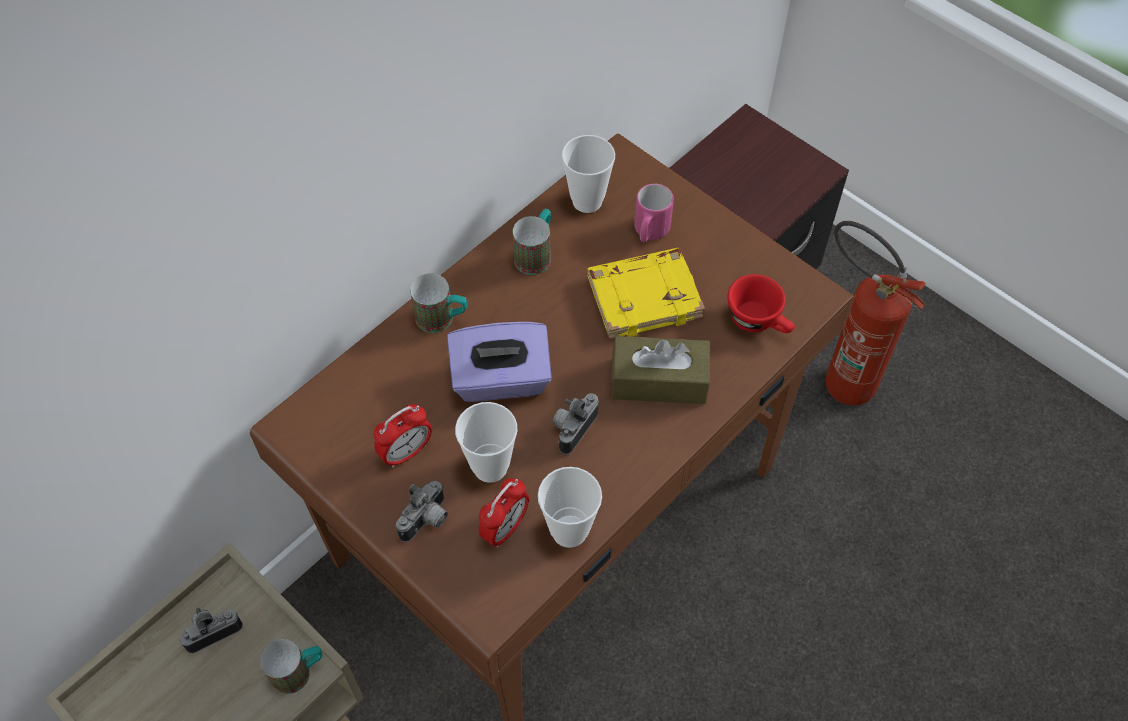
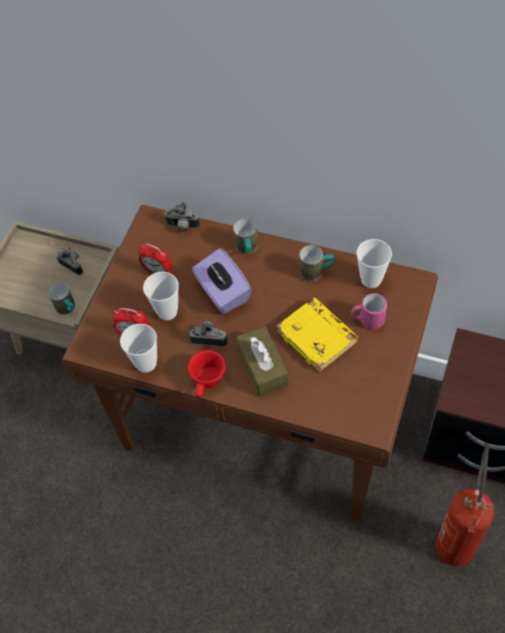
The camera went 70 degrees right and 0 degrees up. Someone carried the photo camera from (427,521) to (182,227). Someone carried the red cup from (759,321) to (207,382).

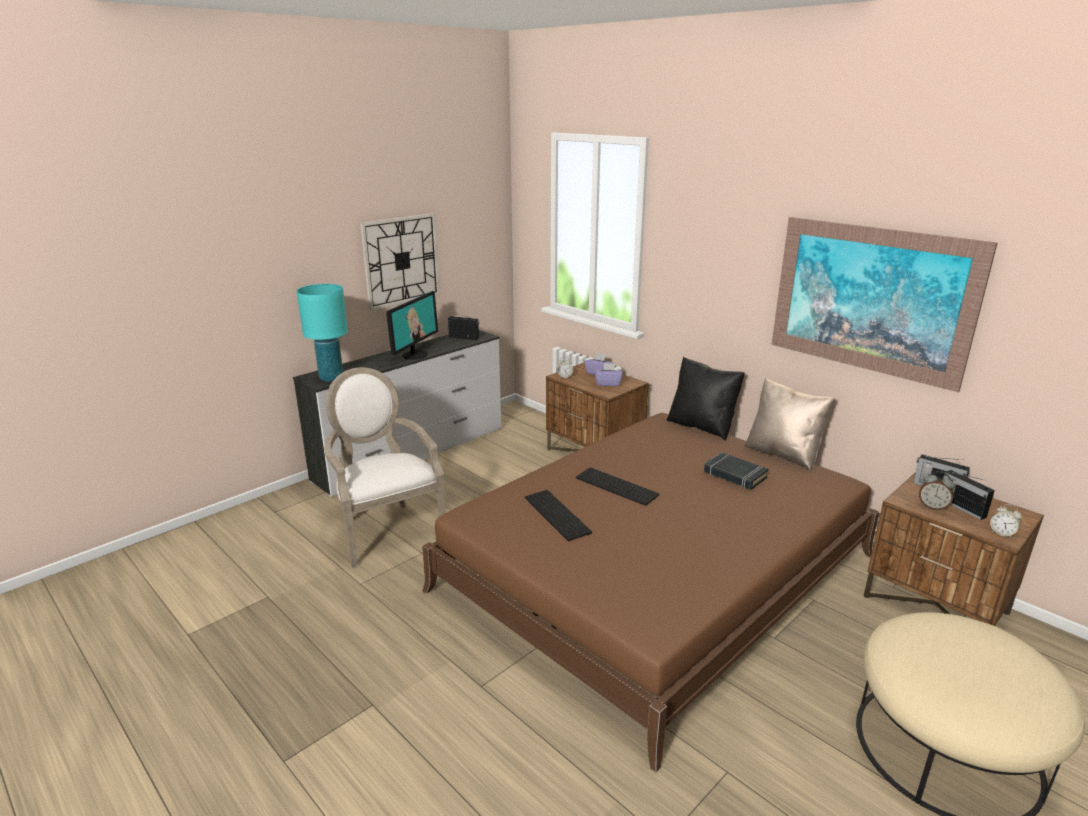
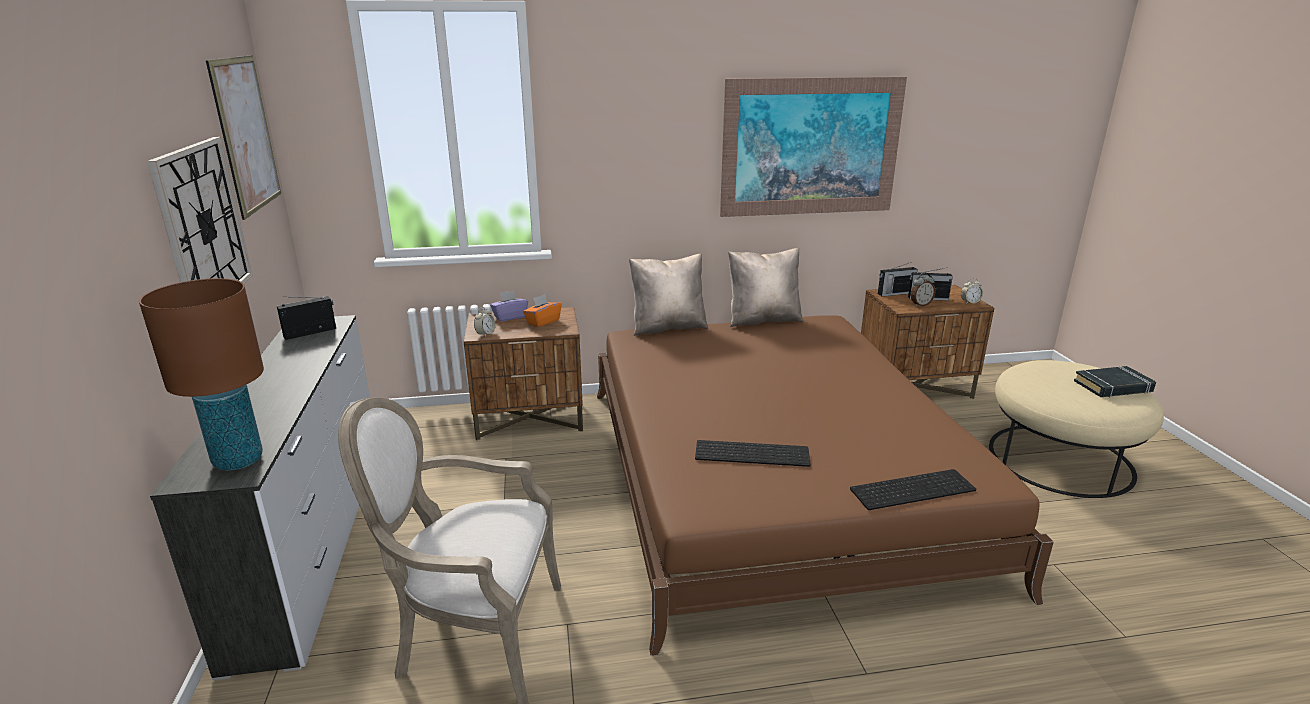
The camera went 55 degrees left and 0 degrees up. Someone repainted the turquoise table lamp at (331,378), which became the brown table lamp at (238,460). Someone put up the picture at (246,134). Someone repainted the purple tissue box at (608,383), which became the orange tissue box at (543,321). Someone repainted the black pillow at (701,426), which became the beige pillow at (667,327). Someone carried the keyboard from (618,486) to (912,488). Someone carried the black book from (734,475) to (1113,387). Someone took away the monitor at (414,354).

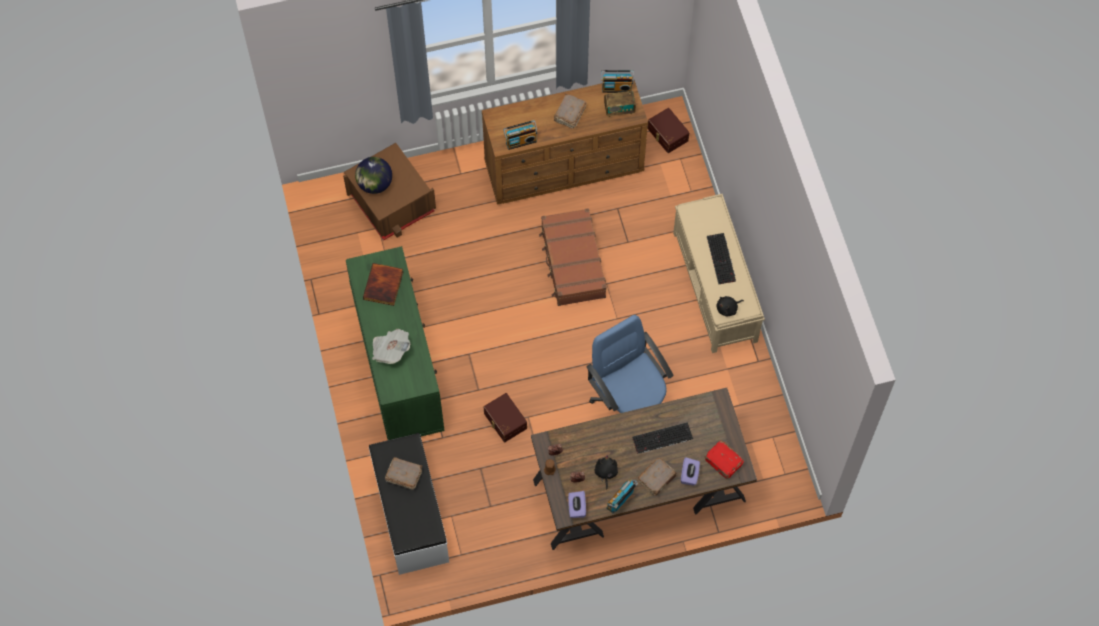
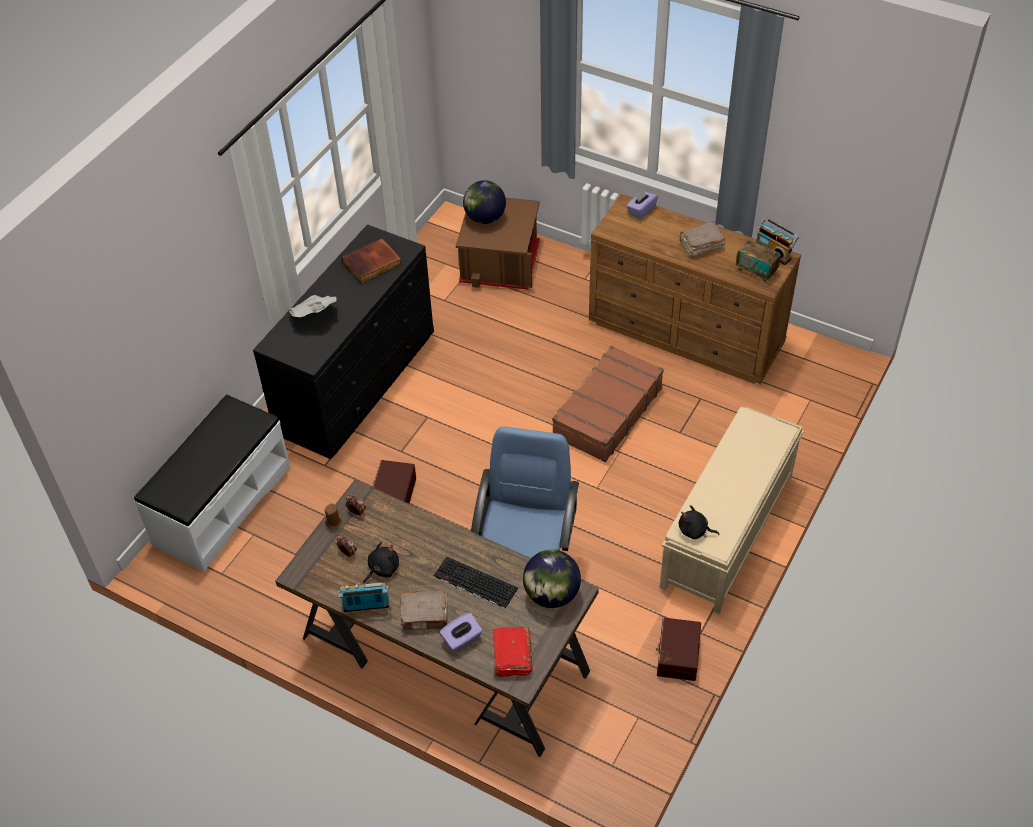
The camera went 45 degrees right and 15 degrees down. Someone repainted the green dresser at (399,366), which became the black dresser at (357,383). Someone put down the globe at (551,594). Someone carried the purple tissue box from (577,508) to (641,211). Someone carried the brown storage box from (667,135) to (676,655). Someone took away the brown book at (403,475). Someone took away the radio at (520,141). Someone took away the keyboard at (722,259).

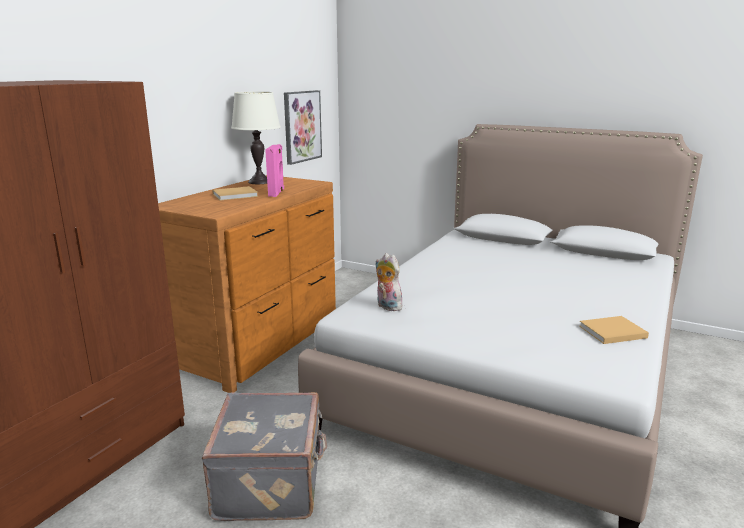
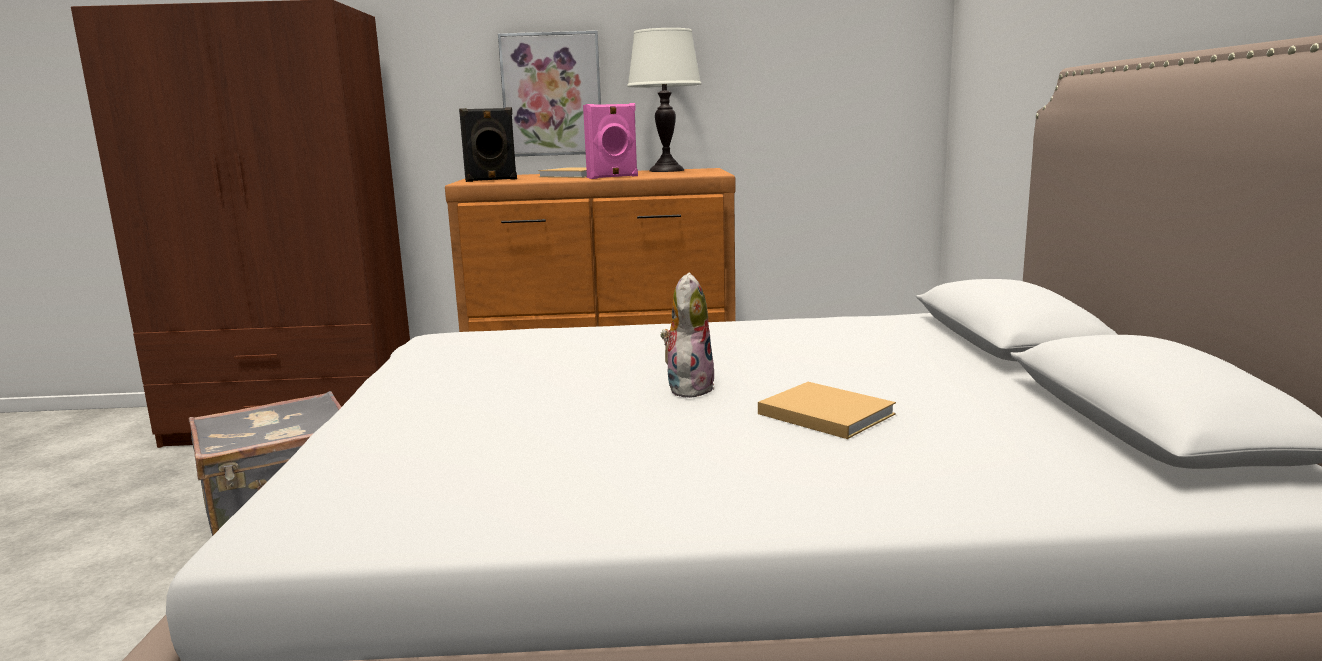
The camera went 60 degrees right and 5 degrees down. Someone put down the black speaker at (491,180). Someone carried the picture from (302,126) to (552,94). Someone carried the plush toy from (387,306) to (688,387). Someone carried the beige book from (611,332) to (822,413).

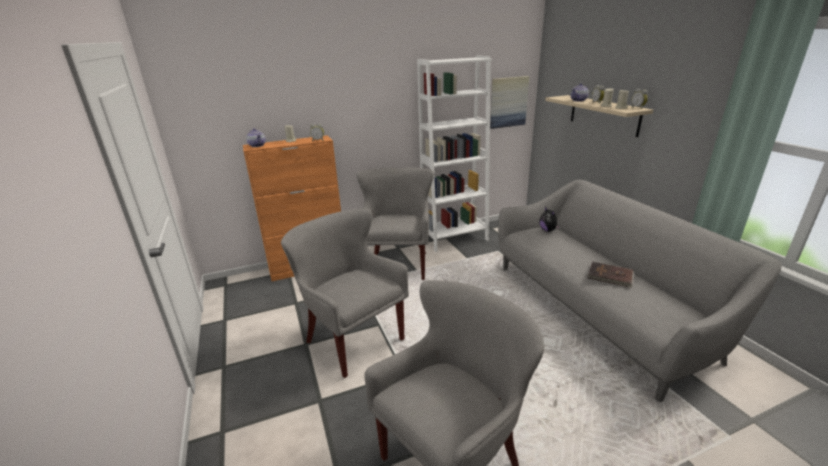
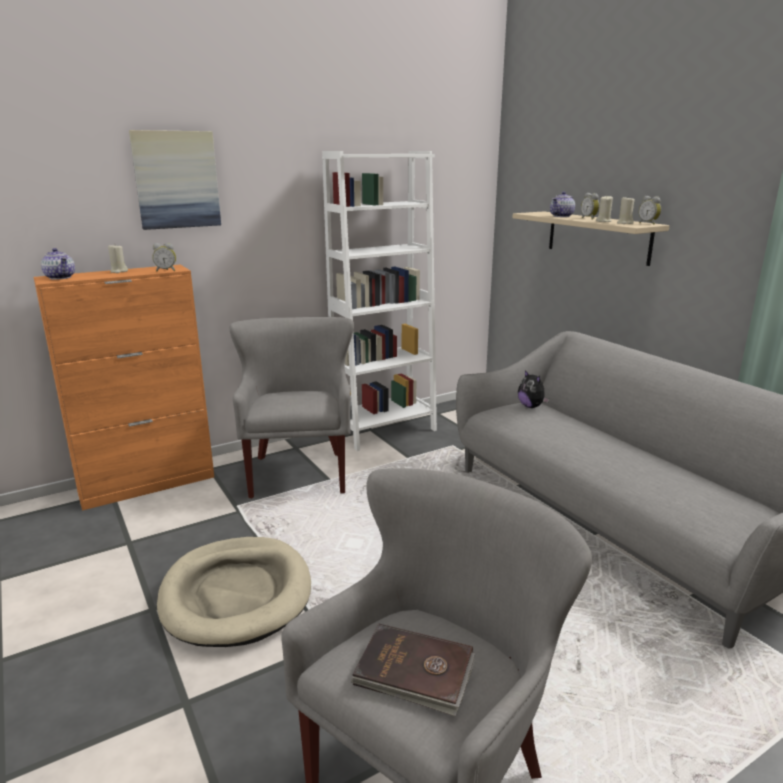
The camera went 10 degrees left and 5 degrees down. Someone carried the picture from (508,102) to (176,180). Someone swapped the grey armchair at (353,339) for the beige dog bed at (236,594). Someone carried the brown book from (610,276) to (414,672).

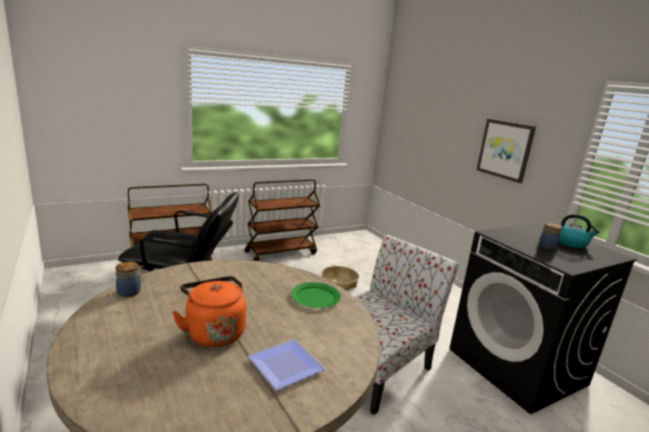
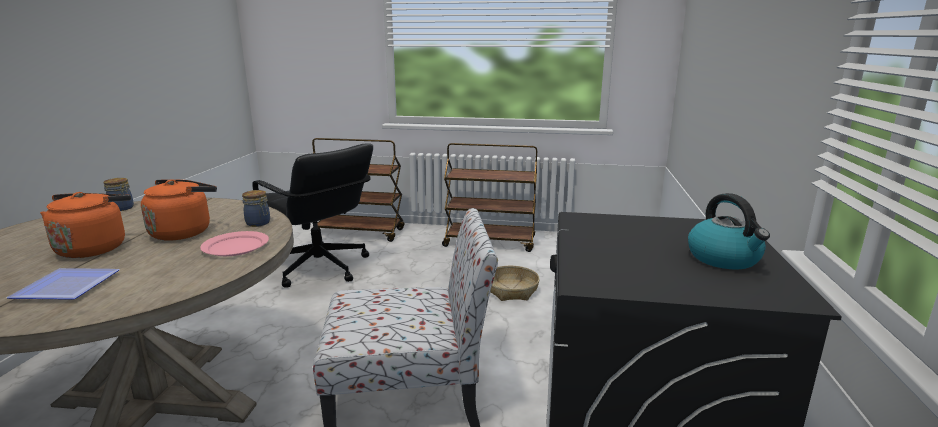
The camera went 40 degrees right and 0 degrees up. Someone put down the orange kettle at (184,232). Someone repainted the green plate at (315,297), which became the pink plate at (235,246). Someone carried the jar from (548,246) to (259,223). Someone took away the picture at (505,149).

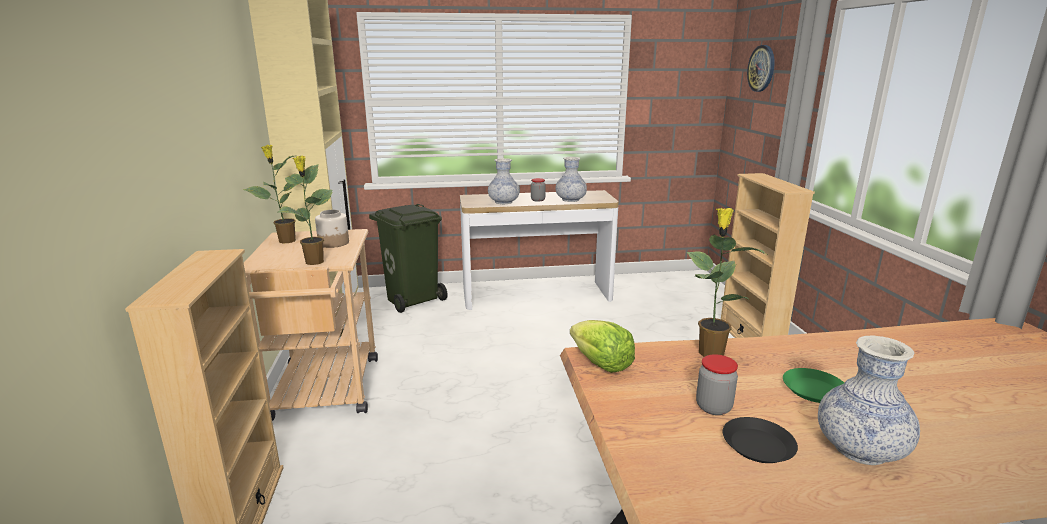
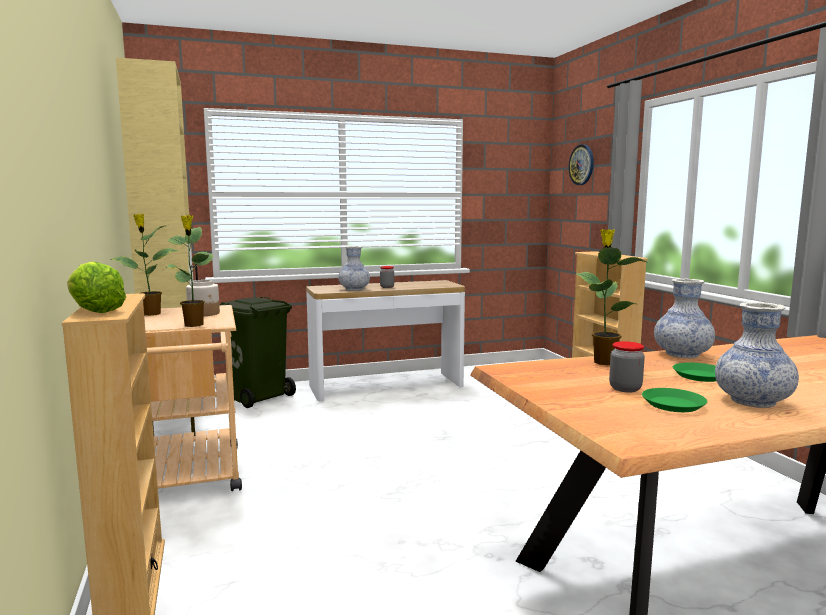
The camera went 10 degrees left and 10 degrees down. Someone carried the lettuce from (600,364) to (94,311). Someone repainted the black plate at (758,445), which became the green plate at (673,404). Someone carried the vase from (570,200) to (682,354).

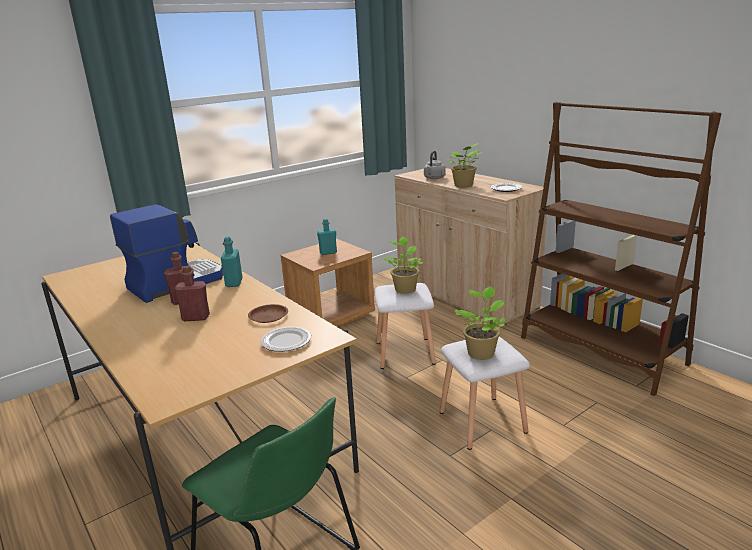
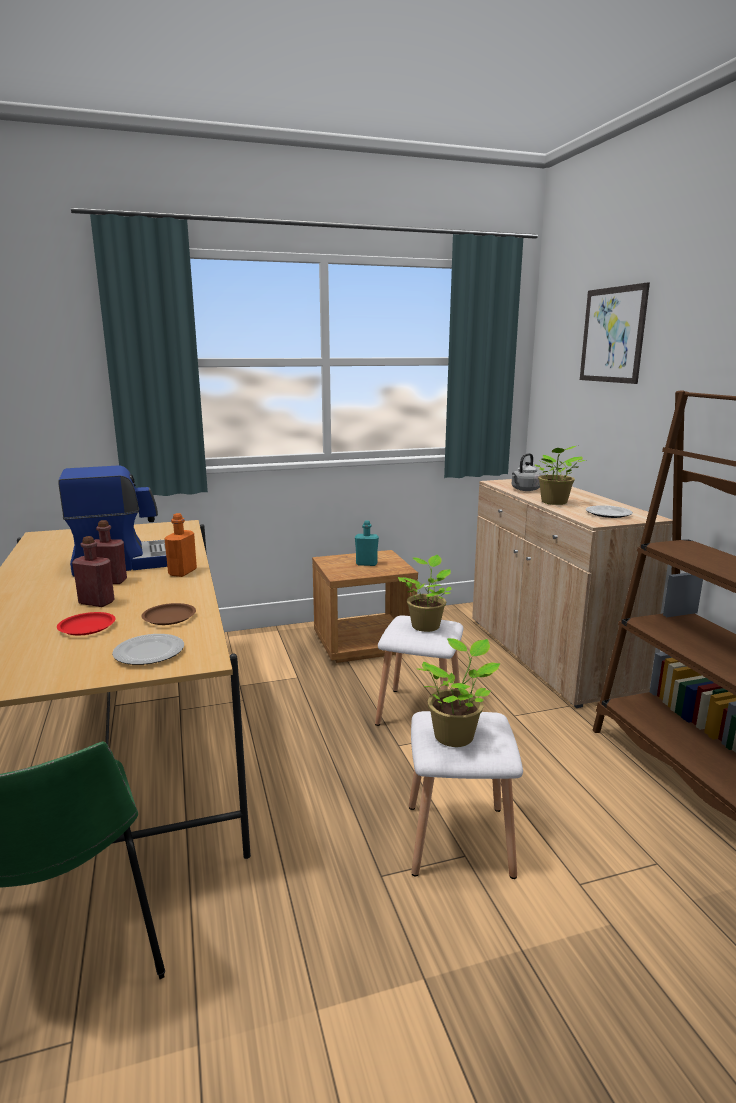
The camera went 20 degrees right and 5 degrees down. Someone put down the red plate at (87,627). Someone repainted the turquoise bottle at (234,283), which became the orange bottle at (182,572). Someone put up the picture at (612,335).

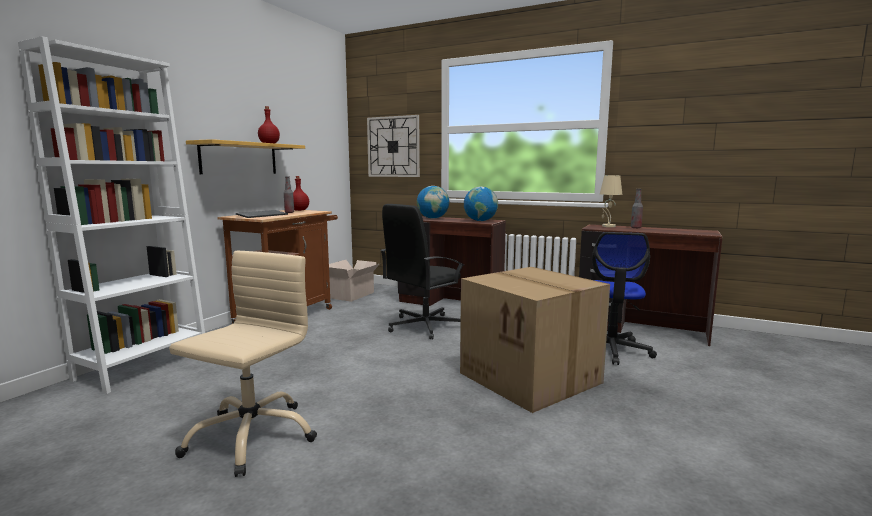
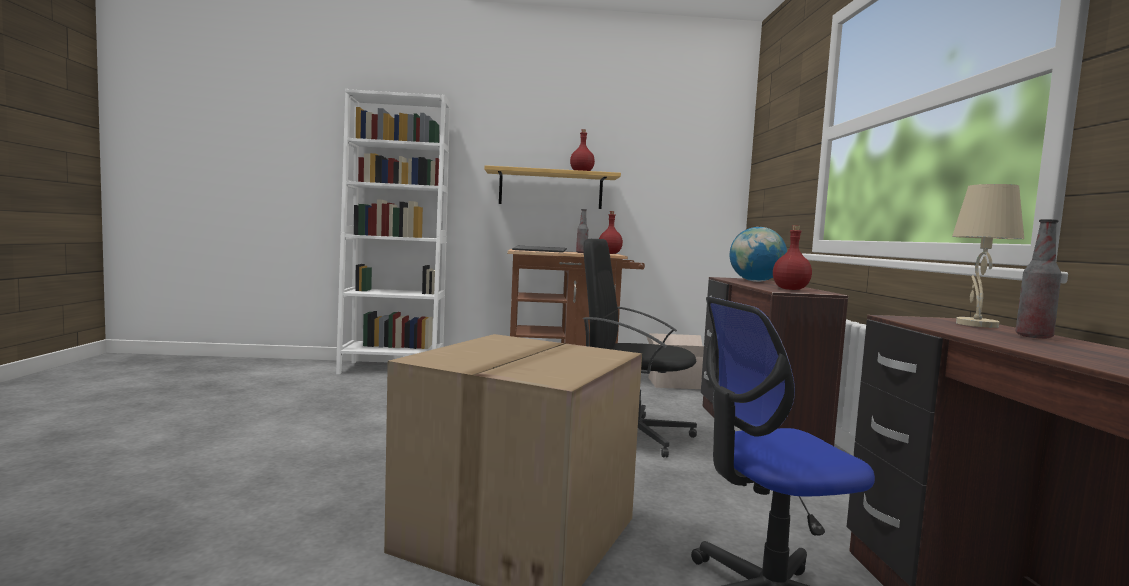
The camera went 60 degrees right and 5 degrees down. Someone swapped the globe at (480,221) for the red bottle at (791,289). Someone took away the beige office chair at (251,436). Someone took away the wall clock at (393,146).

